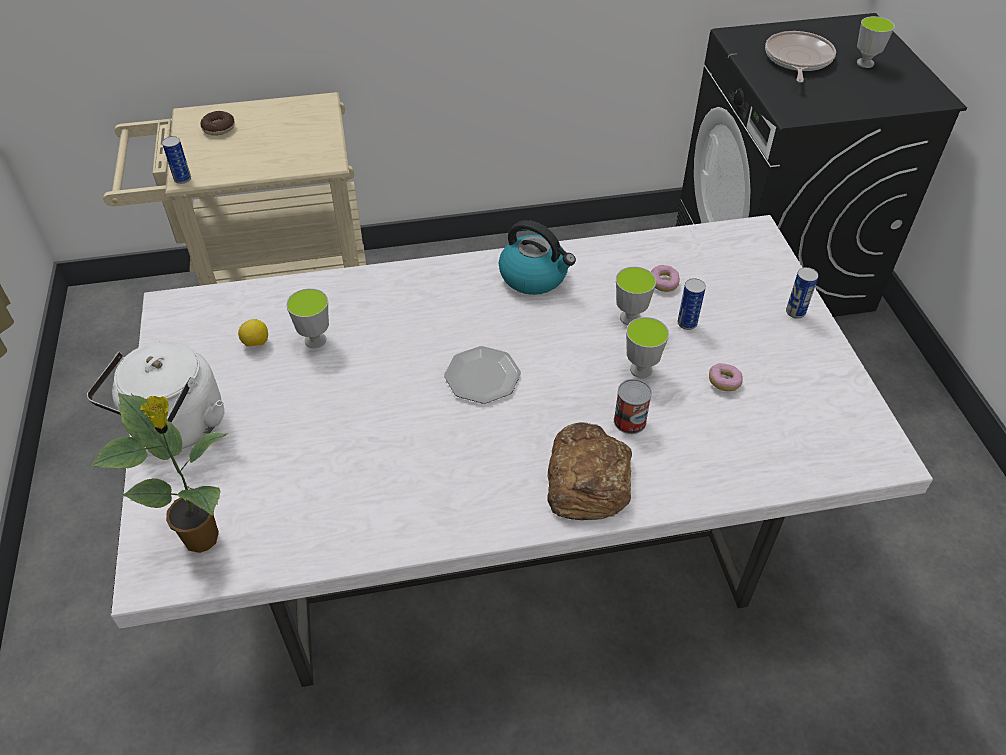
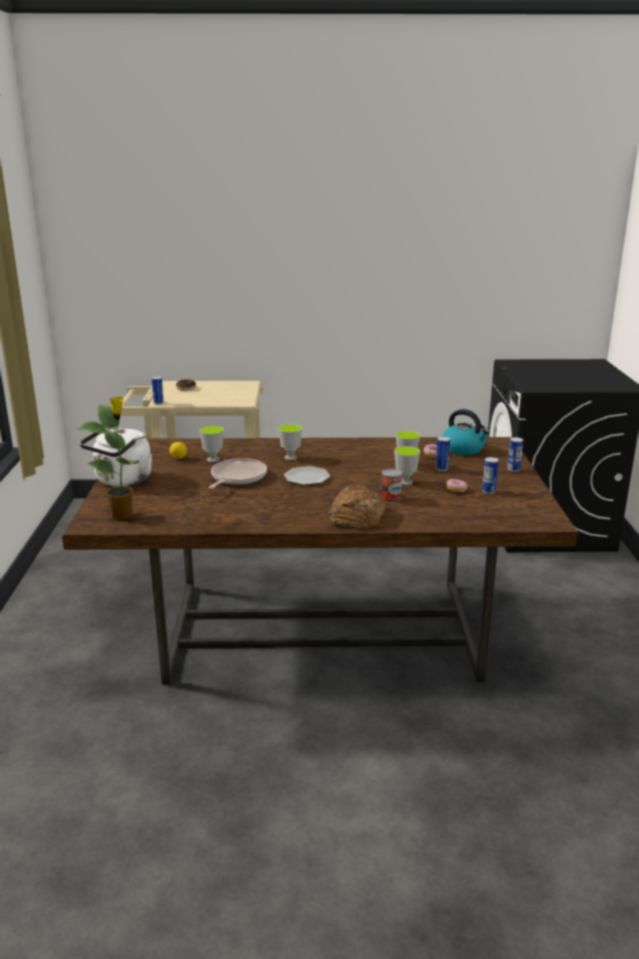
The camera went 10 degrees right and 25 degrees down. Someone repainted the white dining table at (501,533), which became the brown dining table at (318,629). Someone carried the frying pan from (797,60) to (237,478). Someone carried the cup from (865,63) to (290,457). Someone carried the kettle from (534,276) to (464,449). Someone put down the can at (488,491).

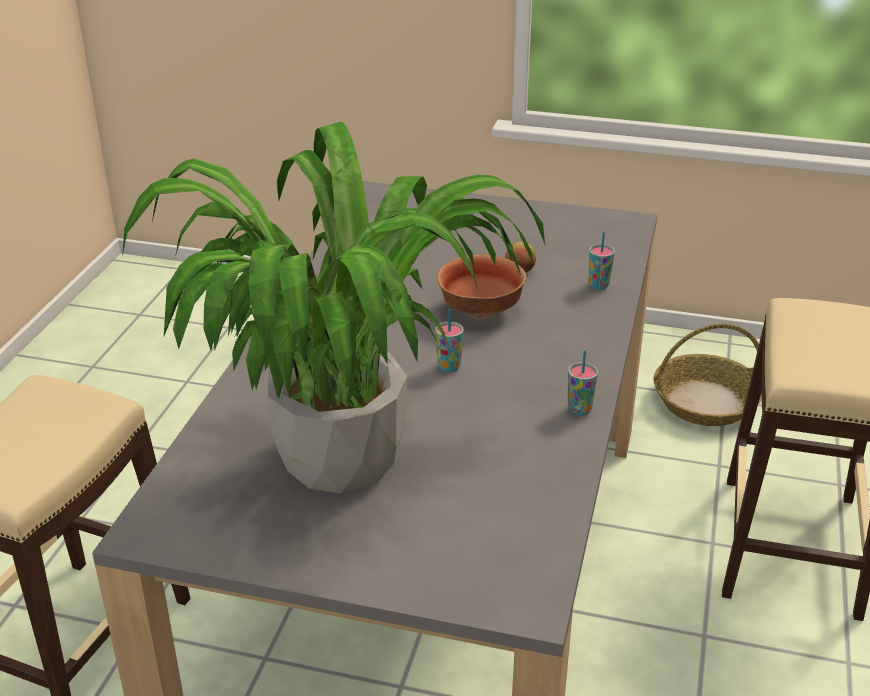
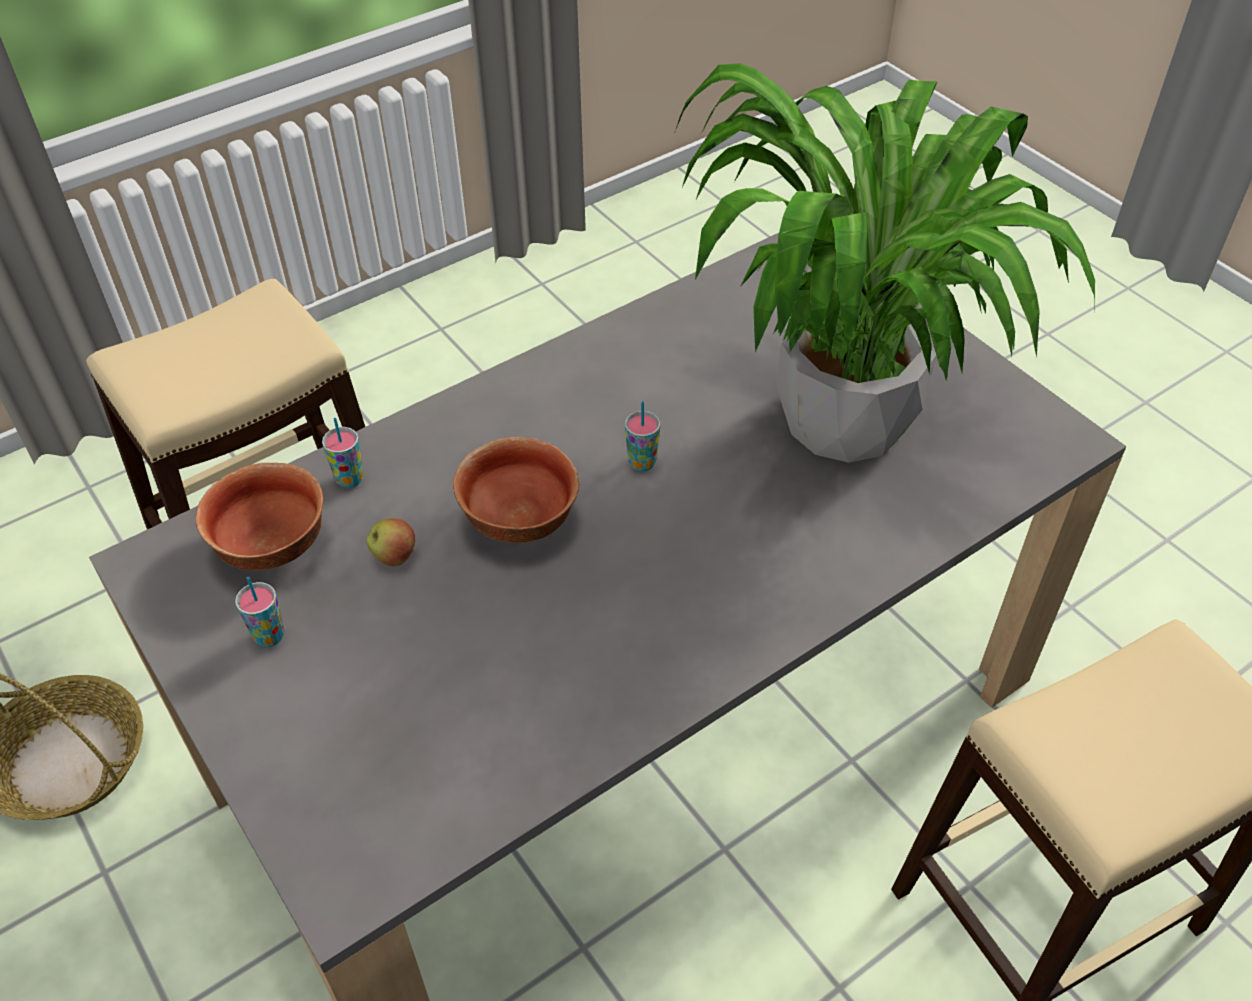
The camera went 140 degrees left and 15 degrees up. Someone put down the bowl at (270,545). Someone carried the cup from (579,410) to (269,636).

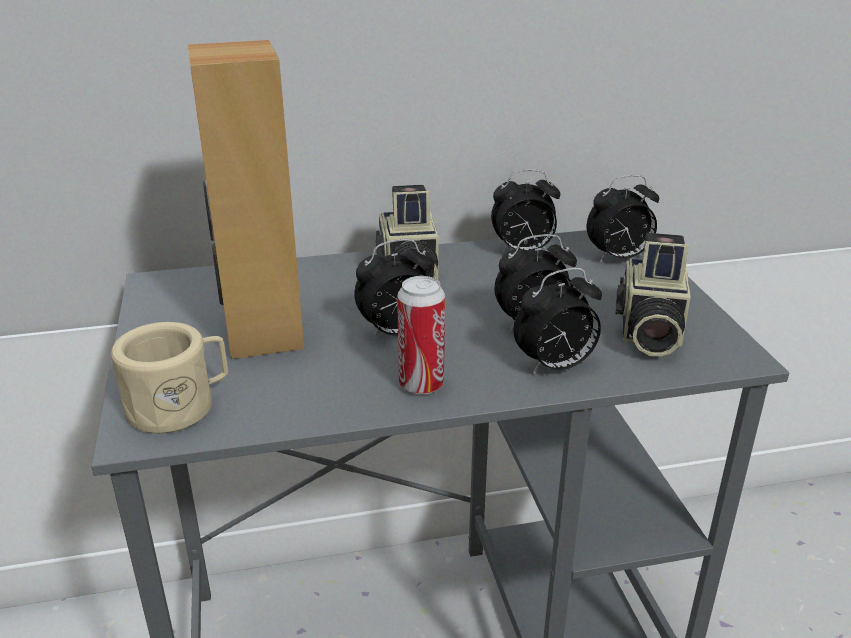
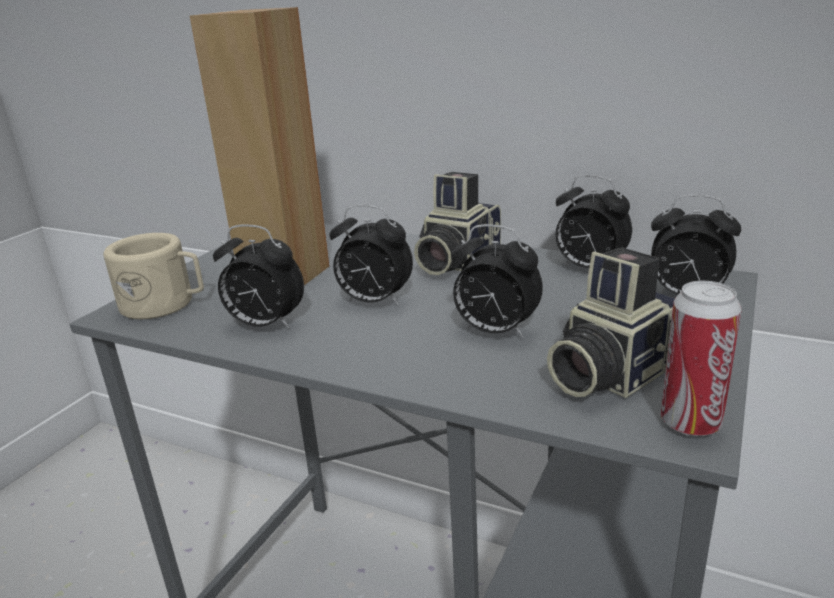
The camera went 40 degrees right and 5 degrees down. Someone carried the alarm clock from (554,367) to (265,325). Someone carried the can from (421,385) to (690,423).

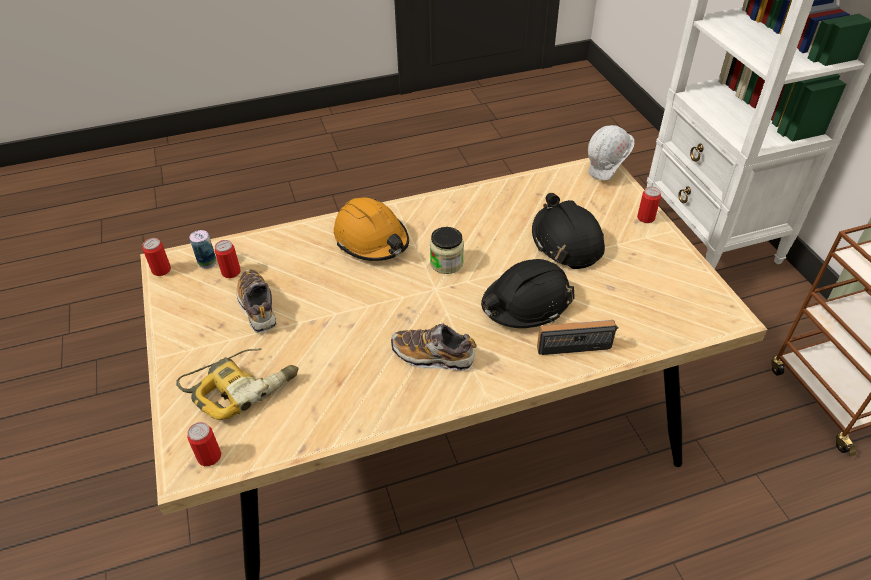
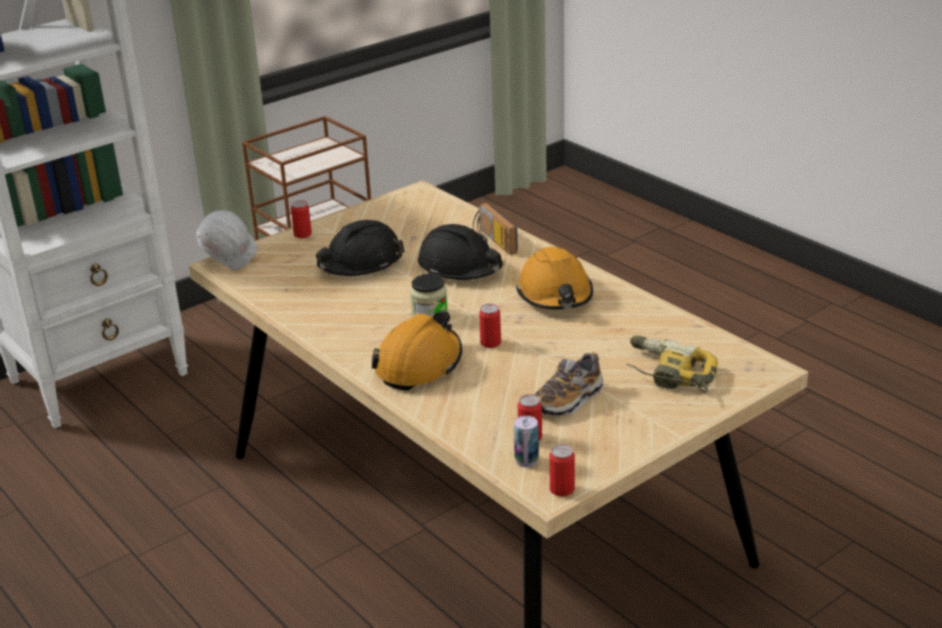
The camera went 110 degrees left and 15 degrees down. Someone carried the can from (209,456) to (490,343). Someone swapped the shoe at (433,356) for the orange hard hat at (555,295).

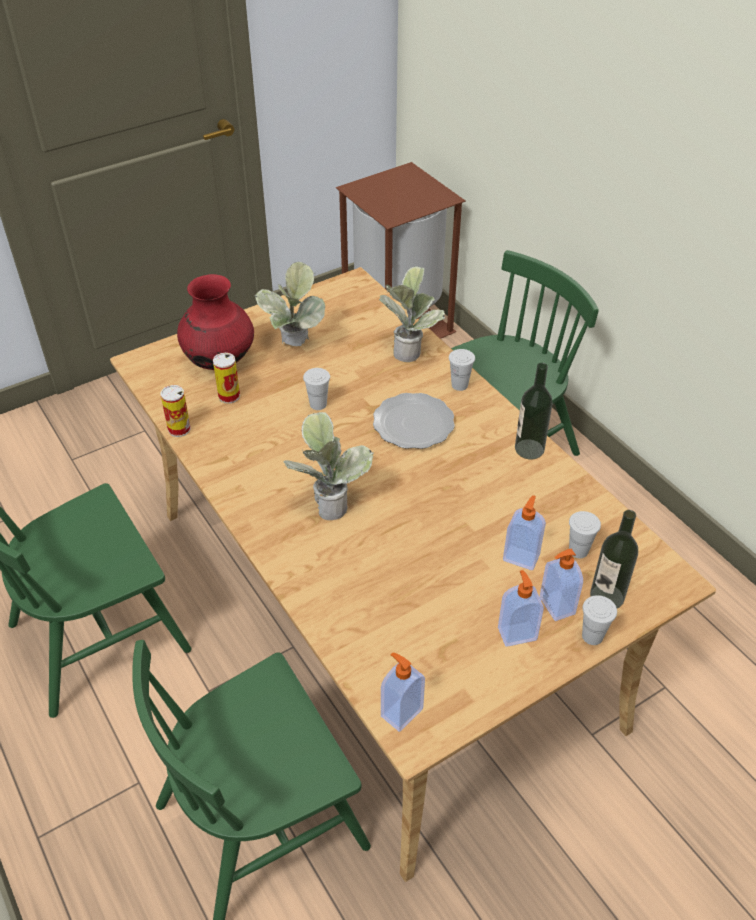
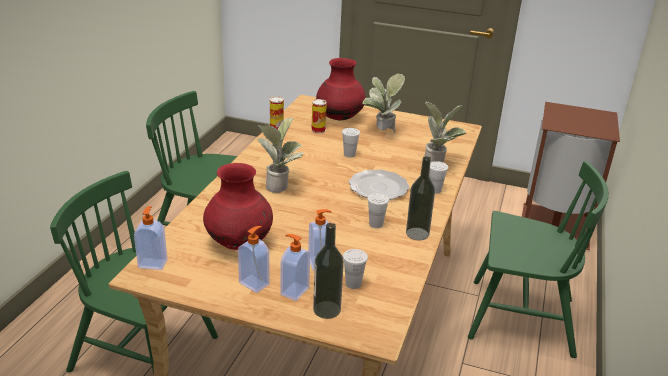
The camera went 50 degrees right and 15 degrees down. Someone put down the red vase at (239,243). Someone carried the white cup from (592,636) to (376,224).

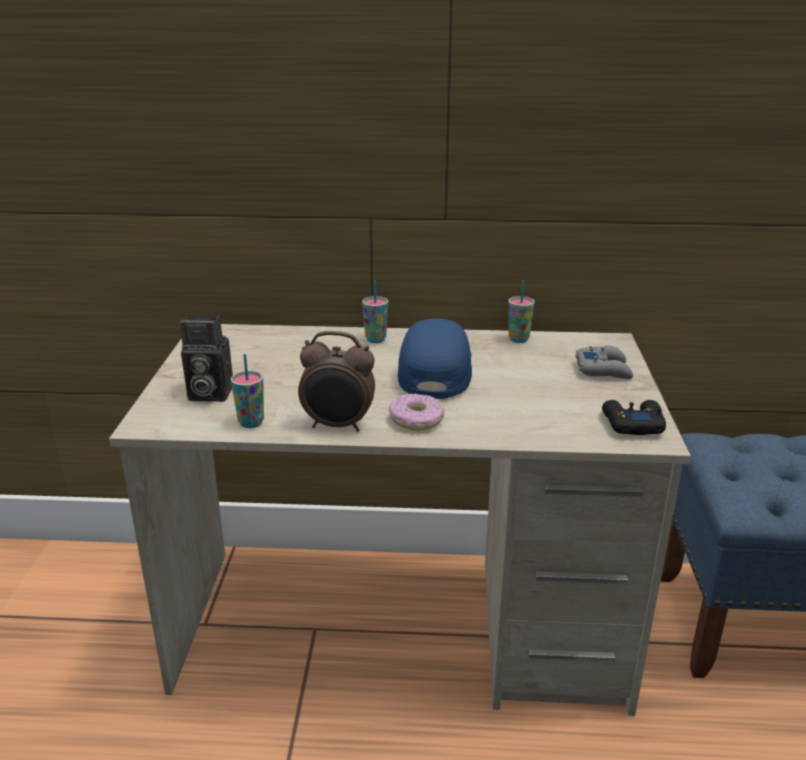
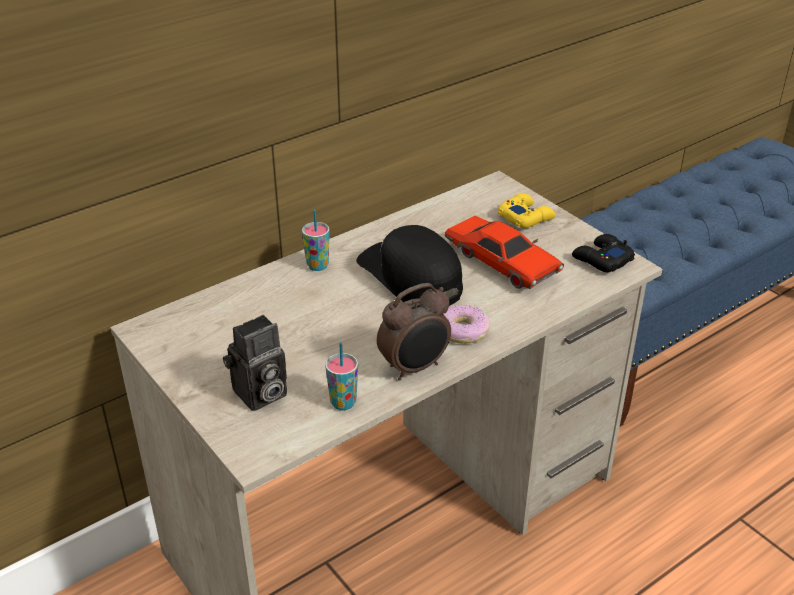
The camera went 40 degrees left and 10 degrees up. Someone repainted the blue cap at (435,371), which became the black cap at (411,276). Someone put down the red toy car at (501,262). Someone repainted the grey game controller at (603,370), which became the yellow game controller at (525,217). Someone took away the cup at (518,339).

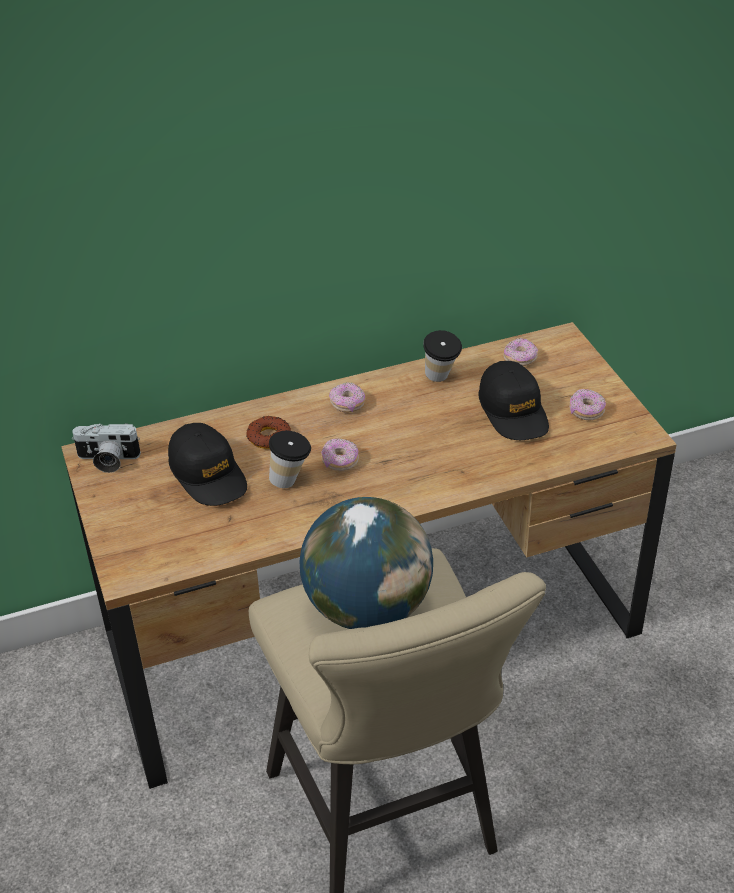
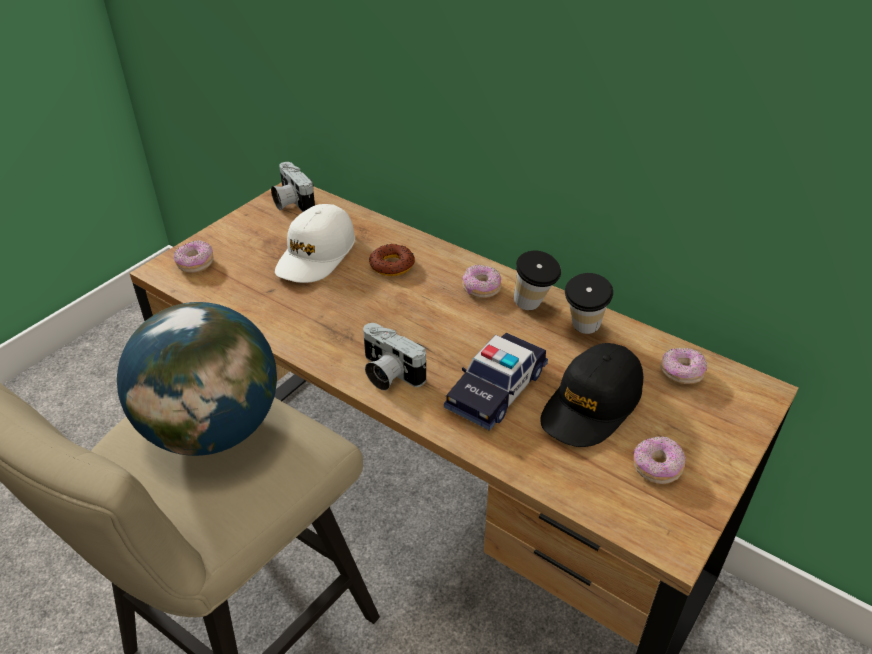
The camera went 55 degrees right and 0 degrees up. Someone carried the donut from (340,461) to (195,264). Someone repainted the black cap at (208,474), which became the white cap at (316,255). Someone put down the photo camera at (388,374). Someone put down the toy car at (496,389). Someone carried the cup from (291,481) to (533,307).

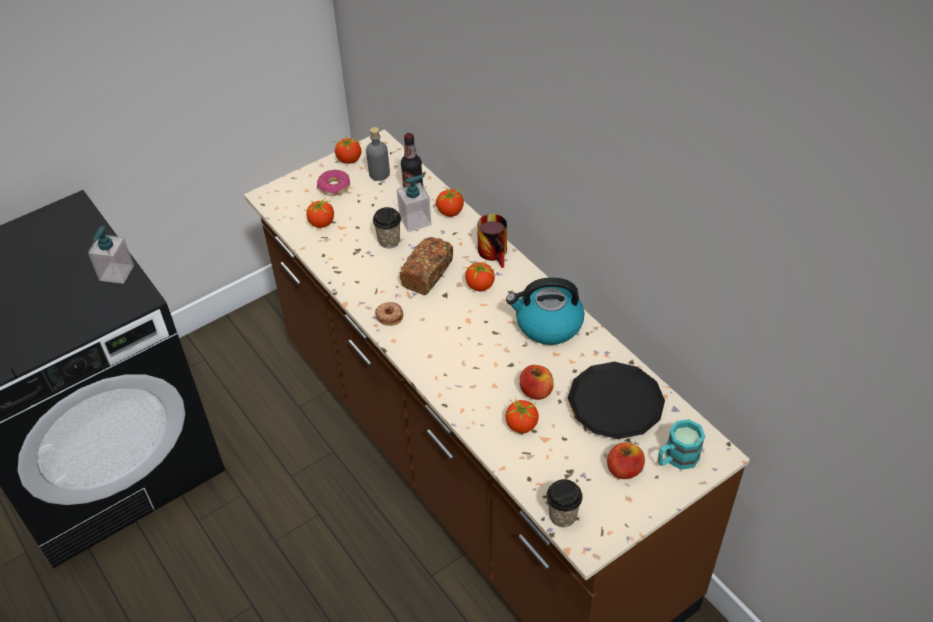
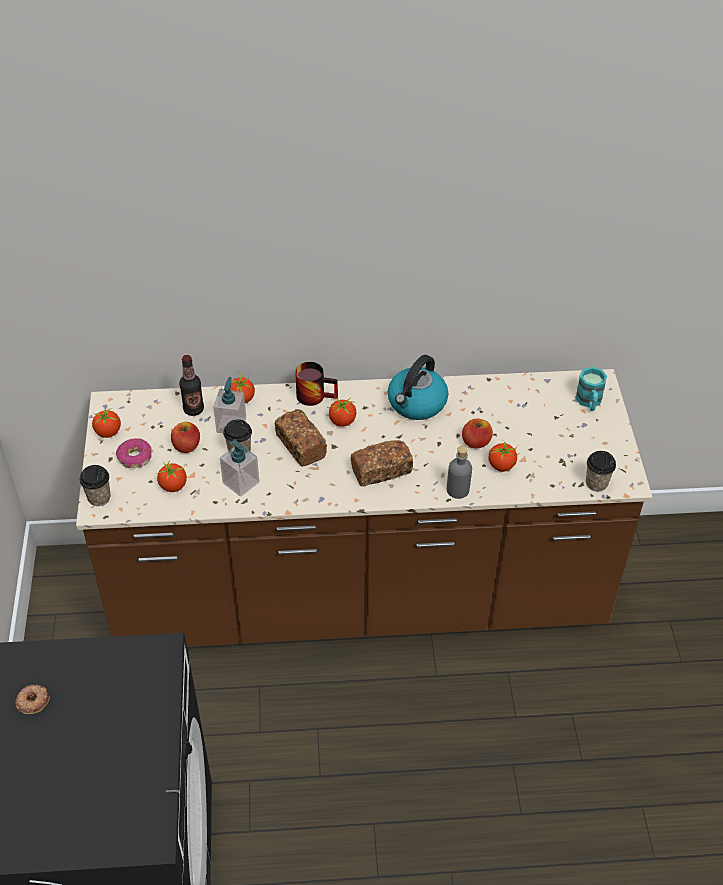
The camera went 60 degrees left and 0 degrees up. Someone carried the donut from (389,315) to (32,701). Someone put down the cup at (99,498). Someone carried the apple from (624,469) to (186,446). Someone carried the soap dispenser from (116,273) to (241,483). Someone put down the bread at (381,470). Someone carried the grey bottle from (379,174) to (458,490). Someone took away the black plate at (615,404).

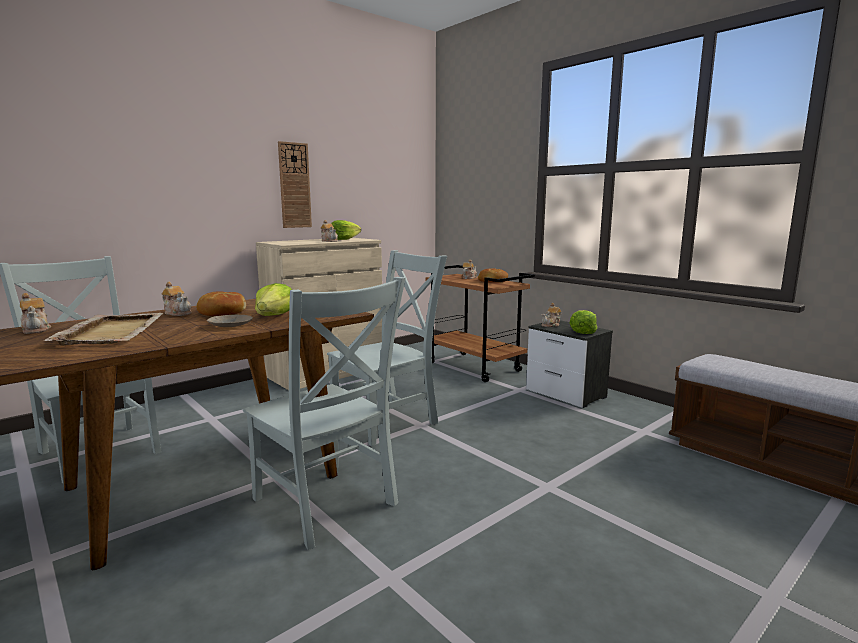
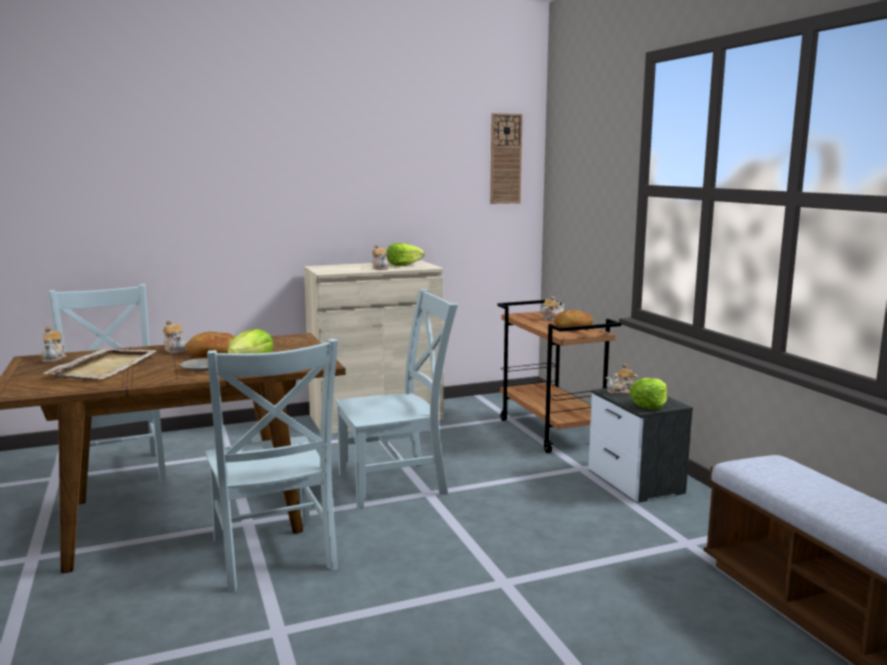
The camera went 20 degrees right and 0 degrees up. Someone carried the wall clock from (294,185) to (505,159).

